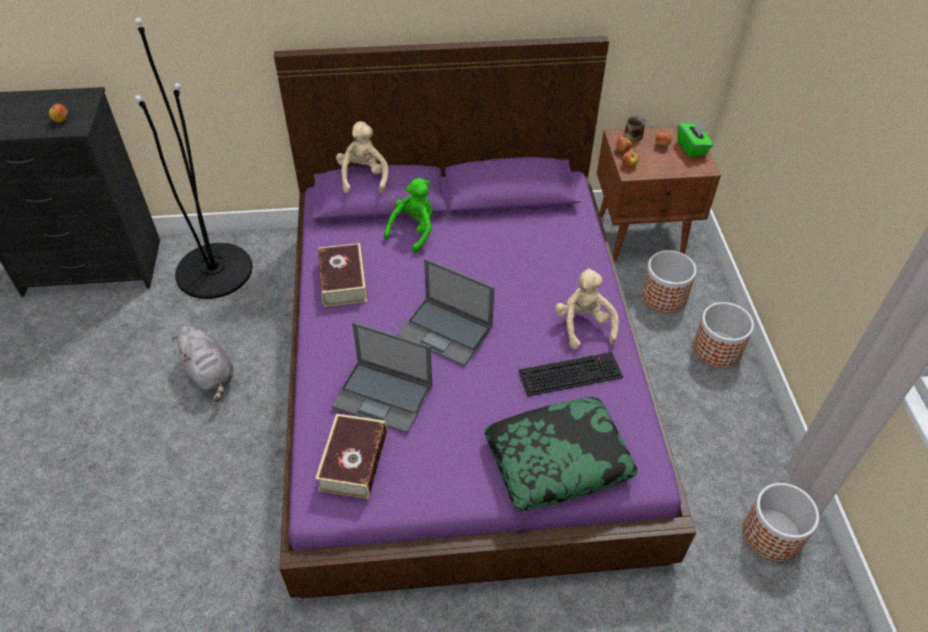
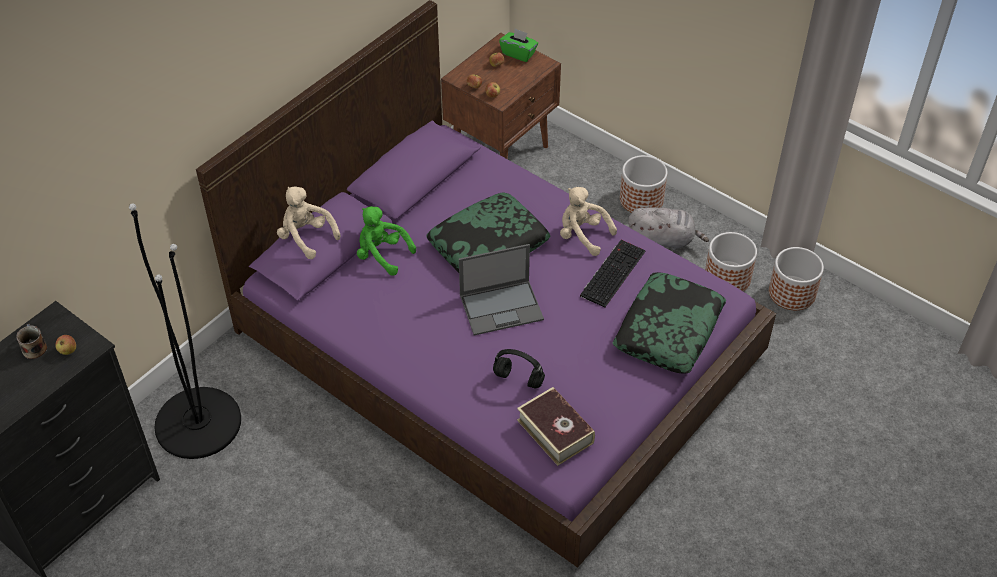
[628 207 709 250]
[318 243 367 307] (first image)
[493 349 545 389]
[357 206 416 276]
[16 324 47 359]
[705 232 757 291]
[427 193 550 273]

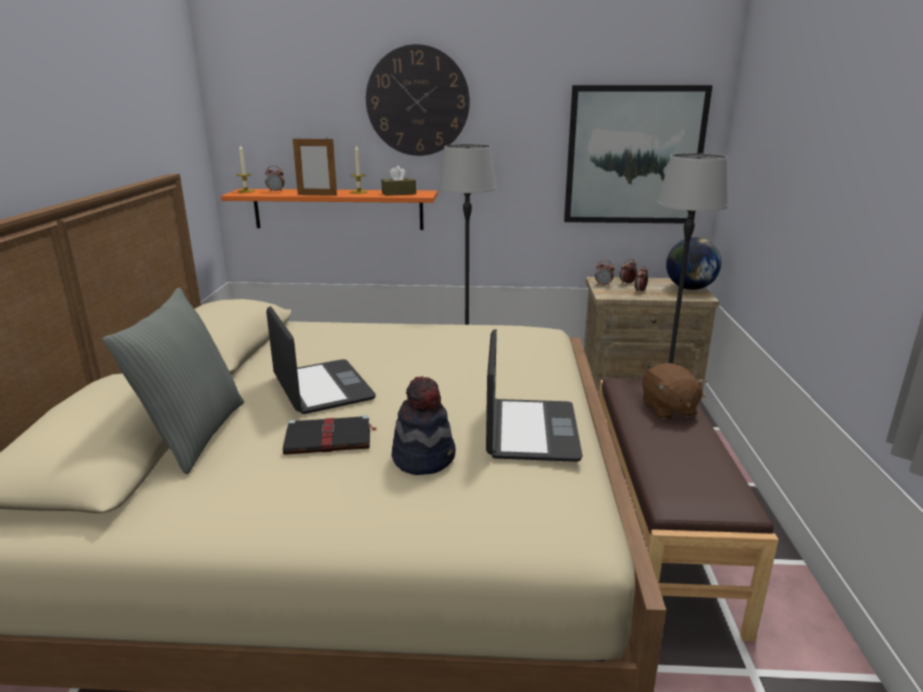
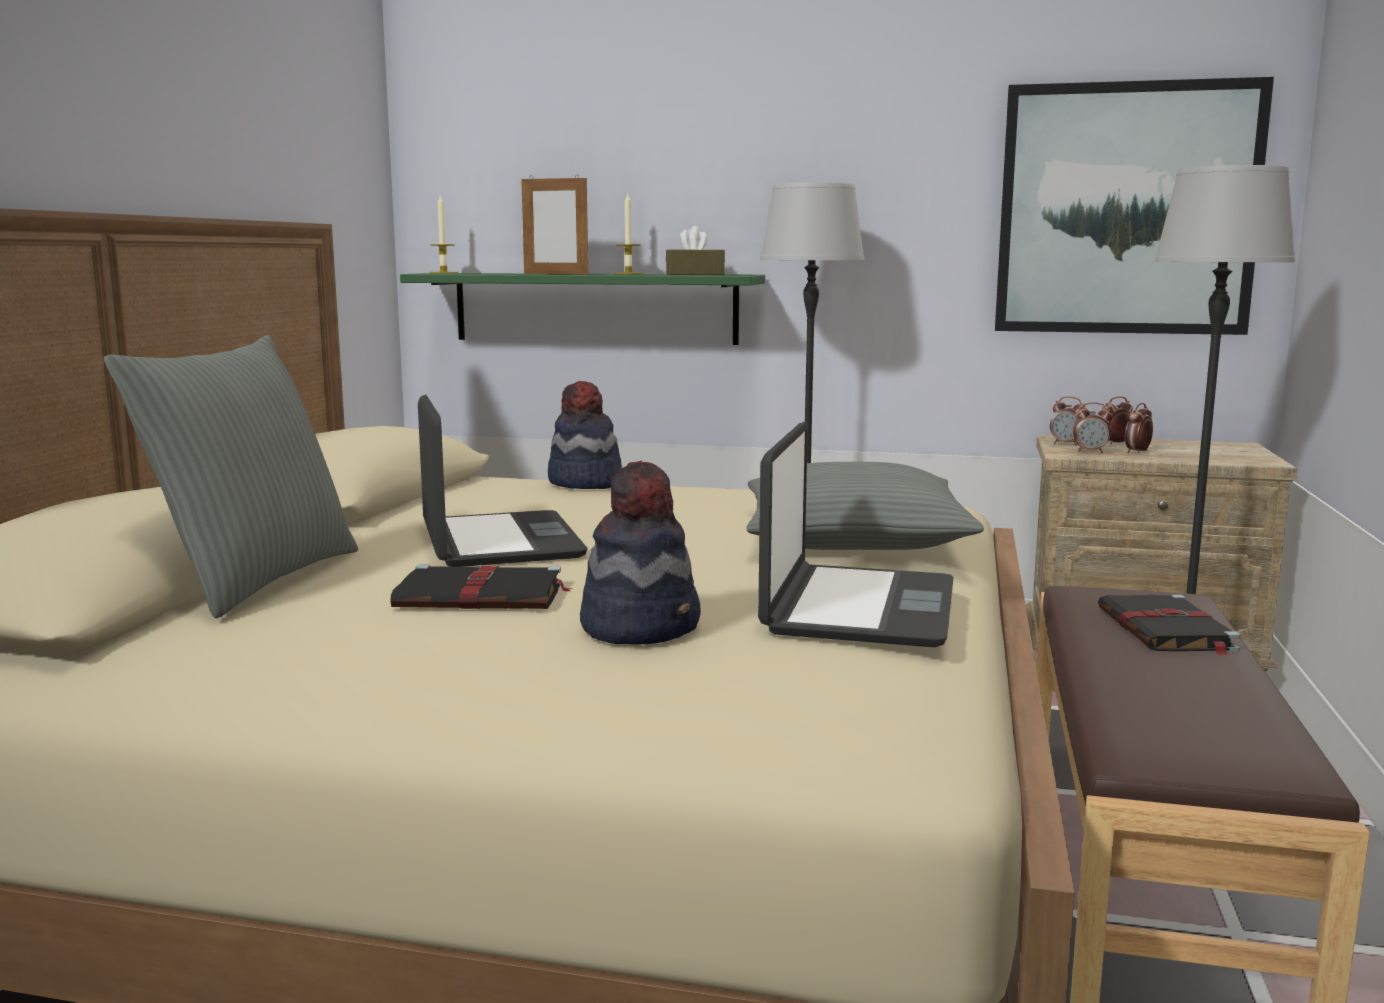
[400 273 765 345]
[1073 402 1112 453]
[366 44 470 156] (first image)
[1098 594 1240 656]
[666 237 722 290] (first image)
[548 381 622 489]
[747 462 984 550]

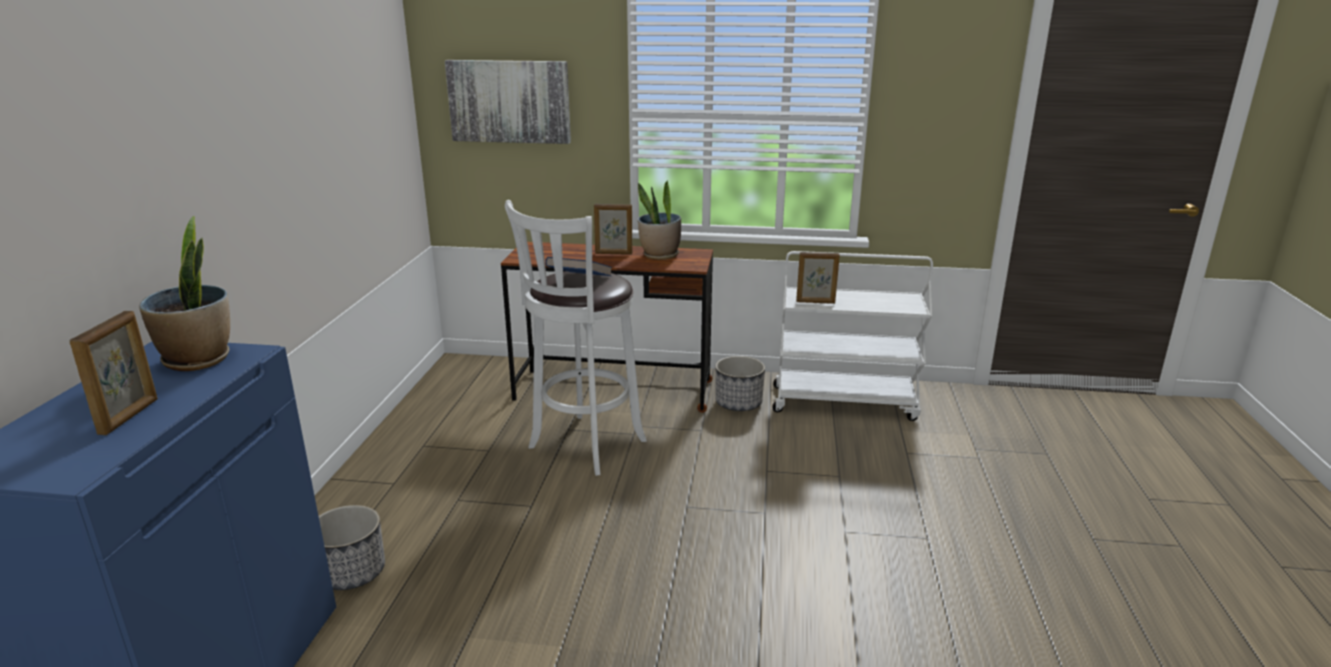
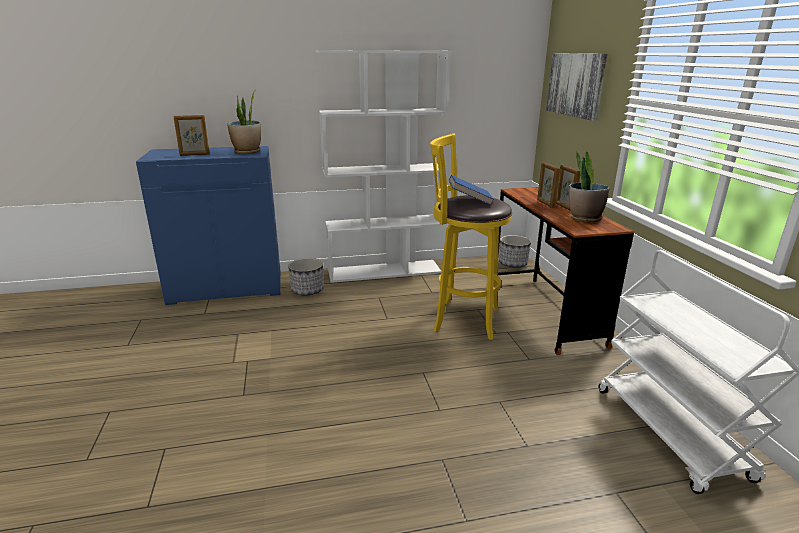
[430 133 512 340]
[499 235 531 267]
[537 162 560 208]
[316 50 451 283]

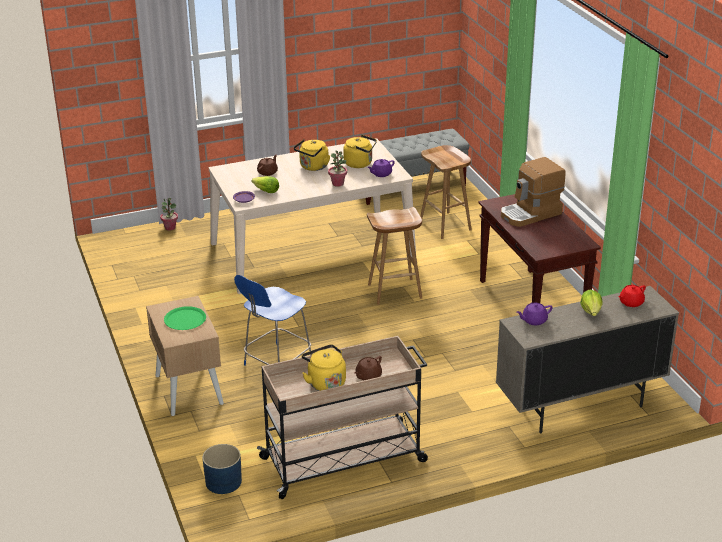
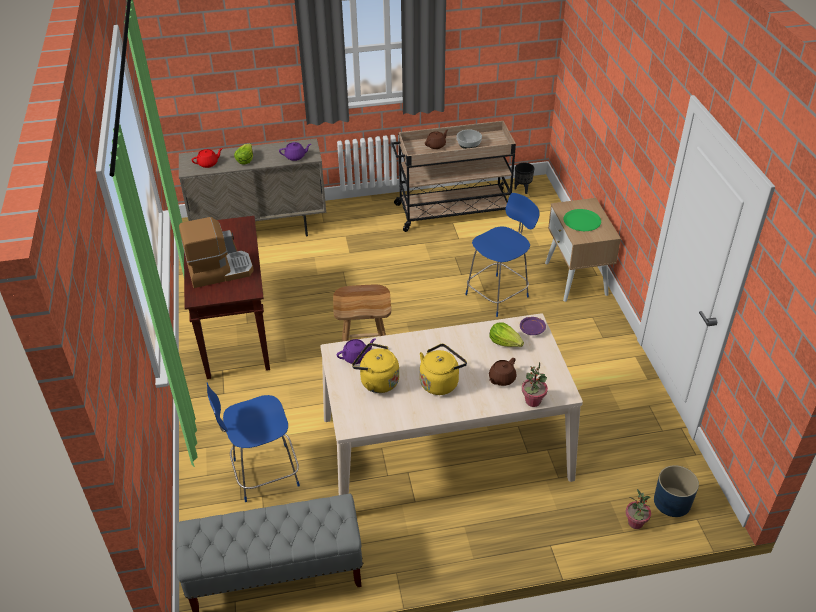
[654 465 699 517]
[457 130 482 149]
[522 362 548 407]
[207 383 300 502]
[514 163 534 194]

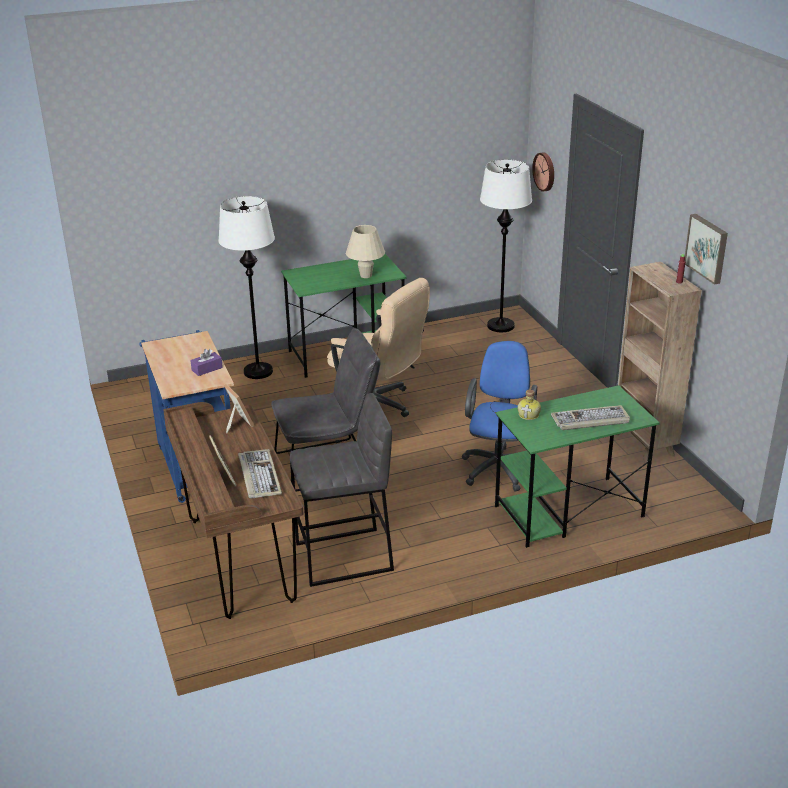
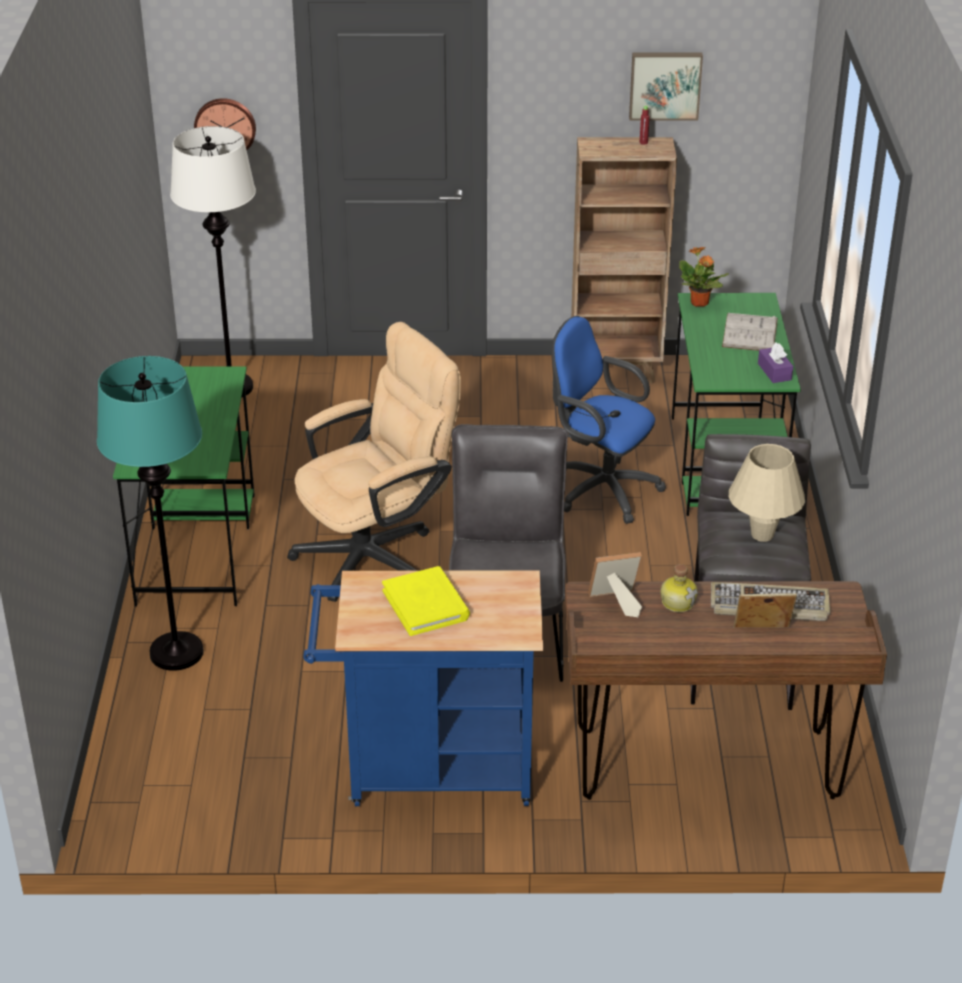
[758 342 793 383]
[97 356 204 671]
[729 444 805 542]
[660 564 698 612]
[722 313 778 351]
[382 566 470 636]
[679 247 729 307]

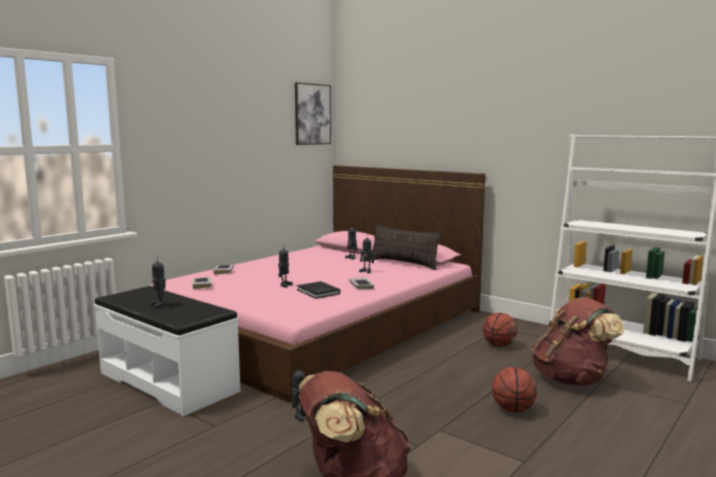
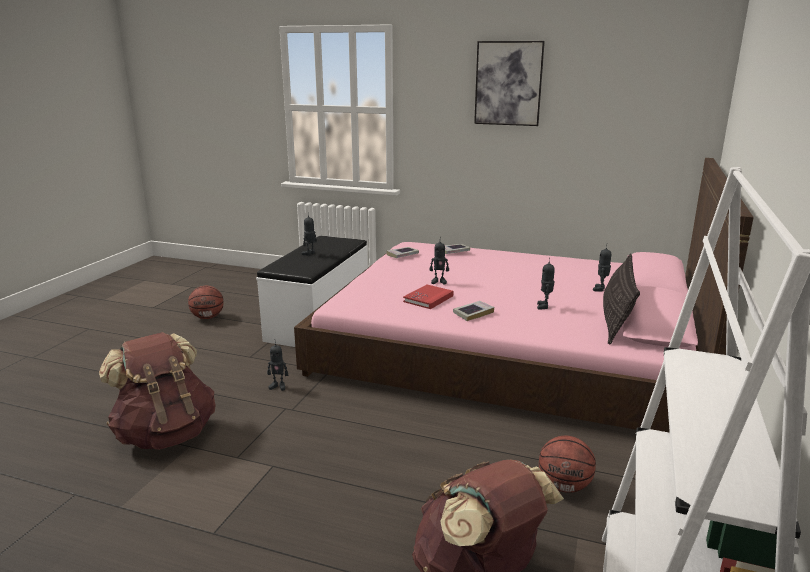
[474 41 545 126]
[403 284 453 309]
[188 286 224 319]

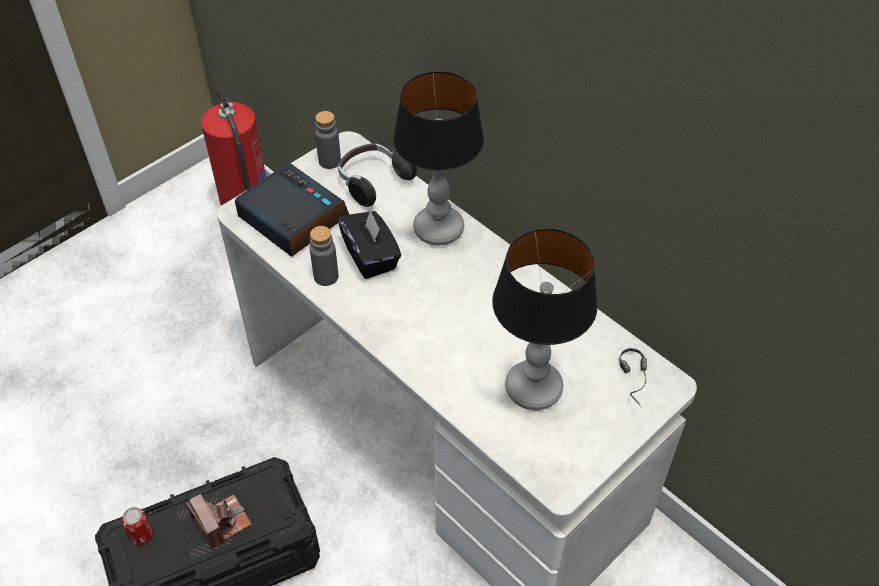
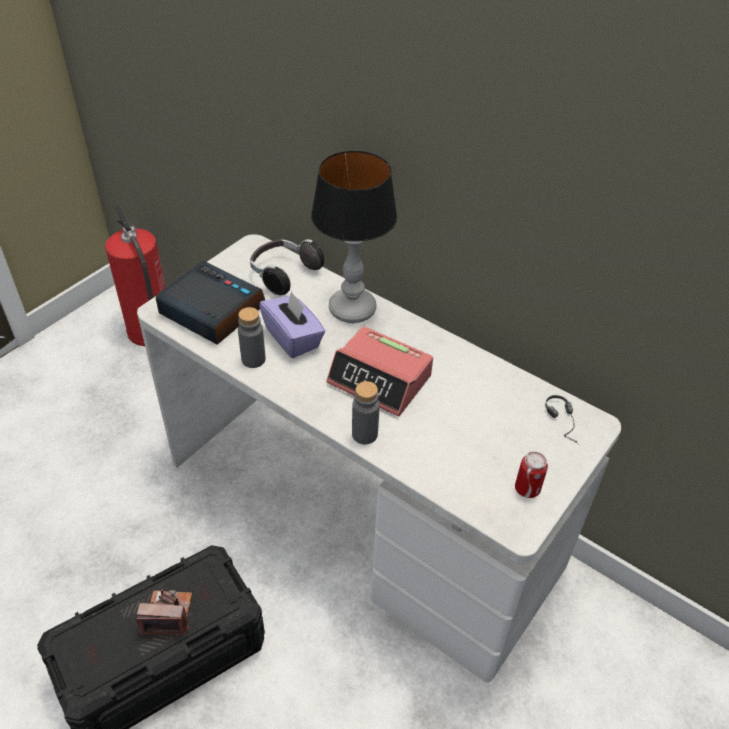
[515 452 548 498]
[136 589 192 635]
[352 381 380 444]
[259 291 325 358]
[492 229 598 410] (first image)
[326 326 433 416]

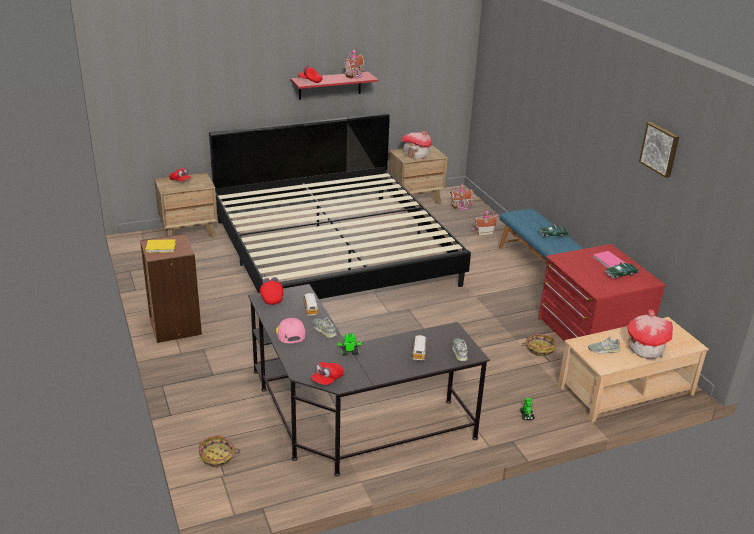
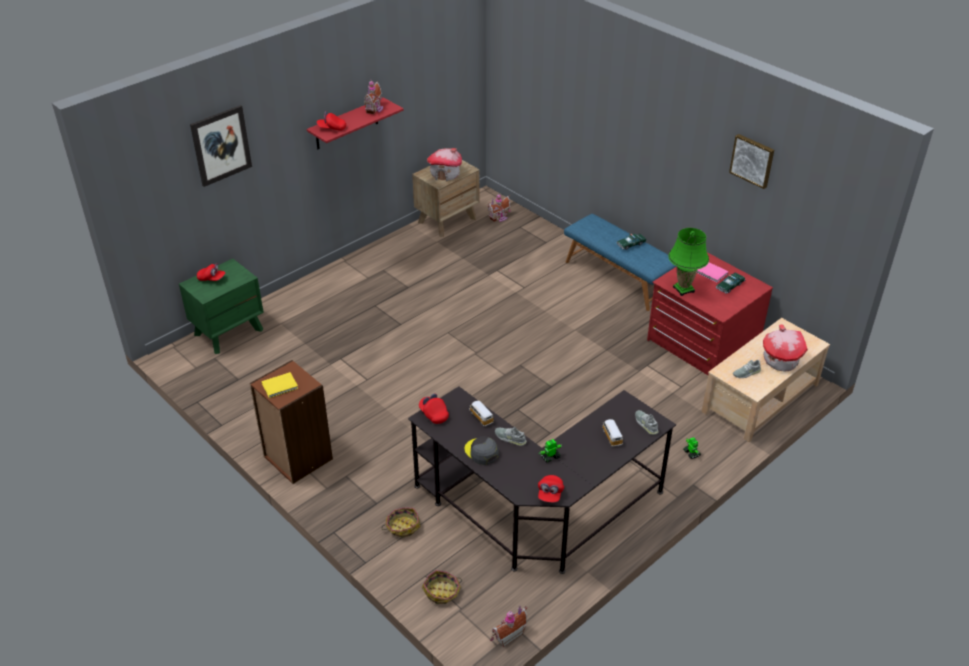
[179 258 264 354]
[209 113 471 299] (first image)
[465 436 499 465]
[490 605 527 647]
[382 507 421 538]
[190 105 252 187]
[668 228 709 296]

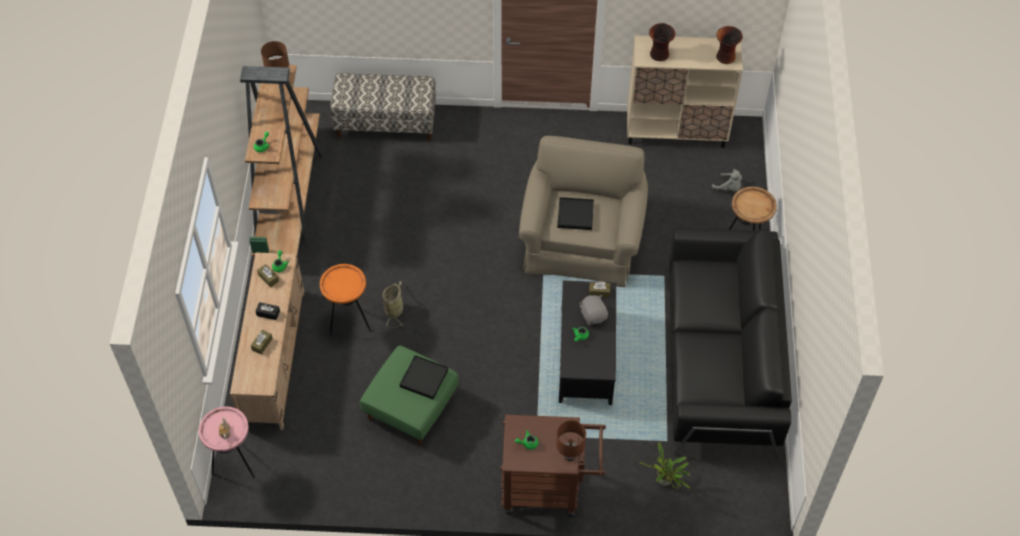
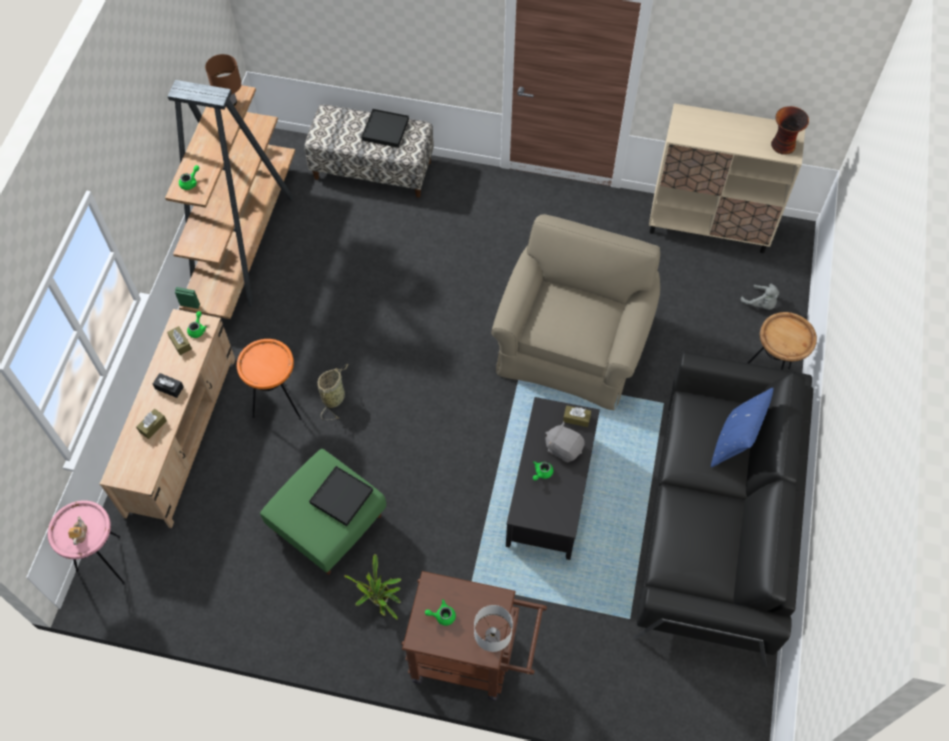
[474 605 513 652]
[361 109 409 148]
[545 422 585 462]
[344 554 401 620]
[649 23 676 61] (first image)
[711 388 774 468]

